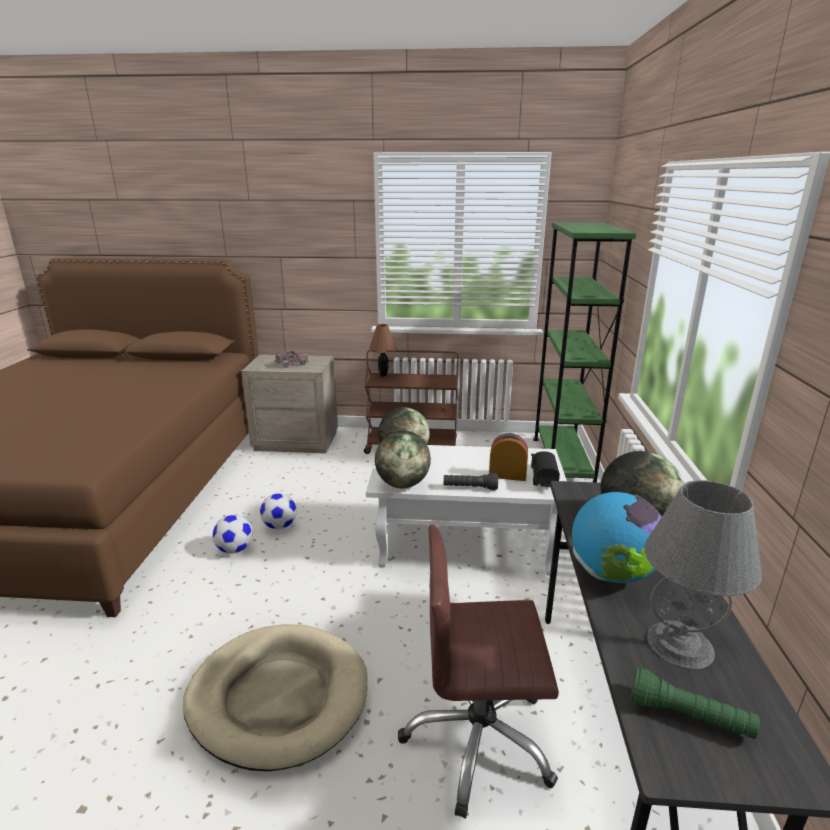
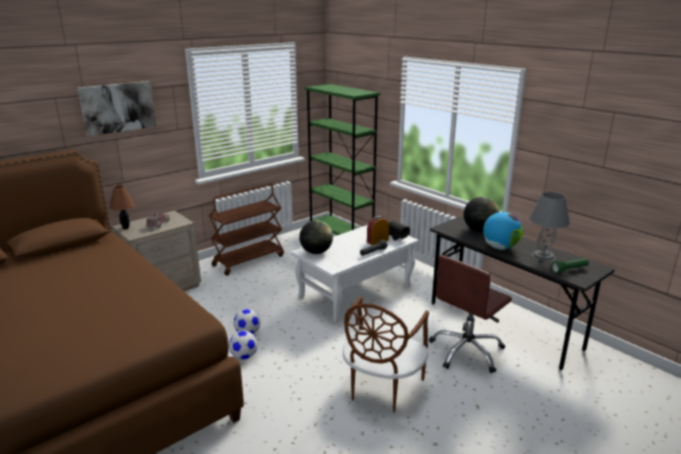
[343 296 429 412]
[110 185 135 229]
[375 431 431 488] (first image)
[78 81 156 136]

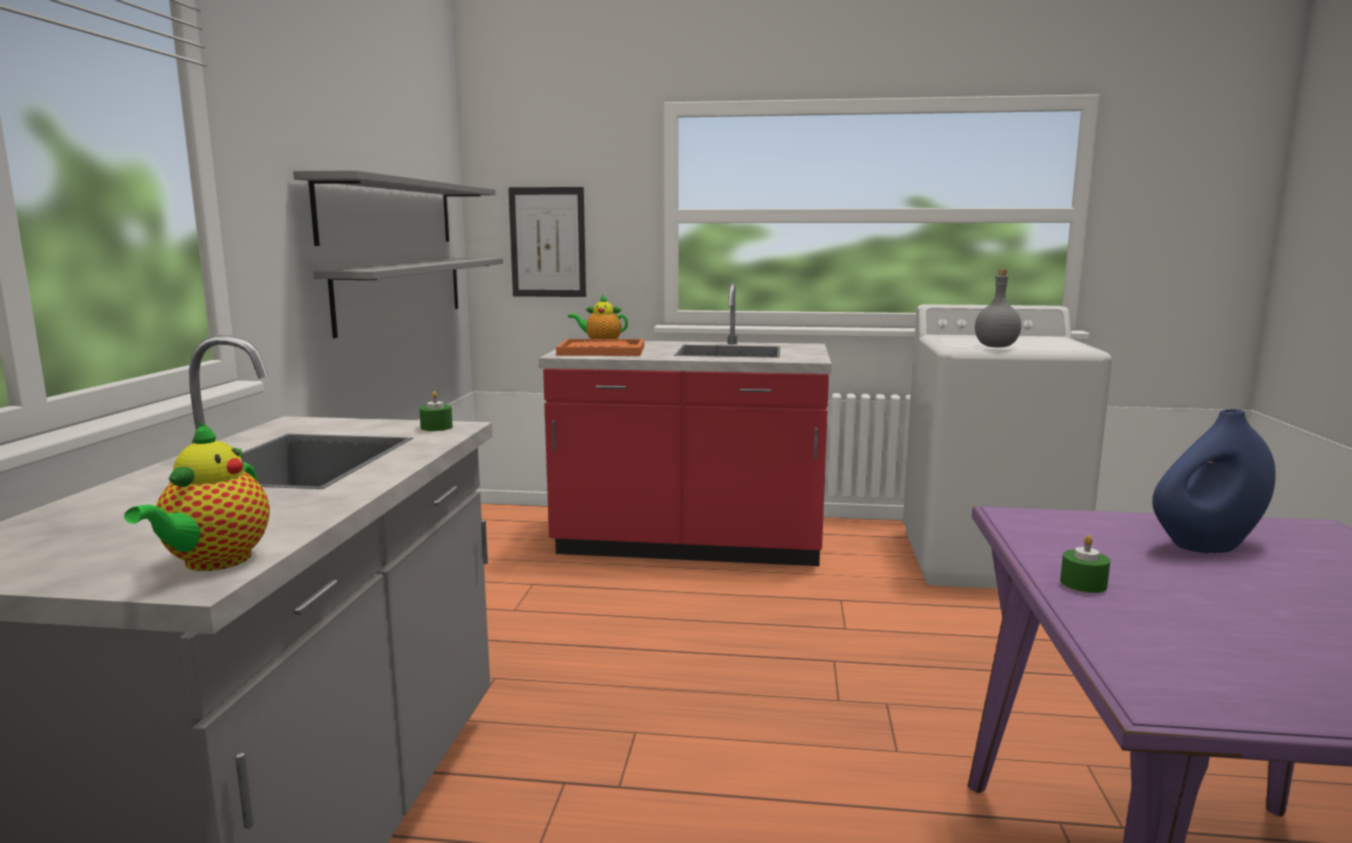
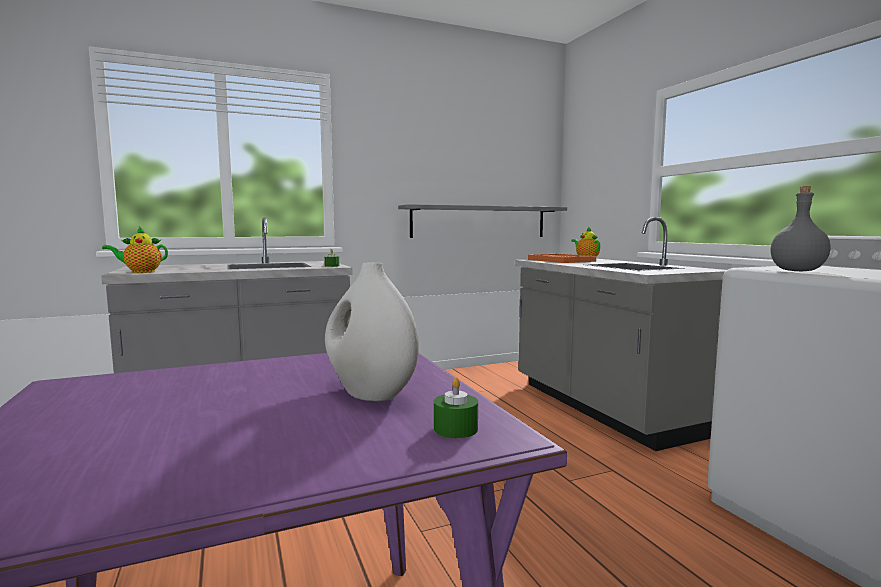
[293 170 496 246] (first image)
[508 187 586 297] (first image)
[515 217 726 451]
[434 377 478 438]
[325 262 419 401]

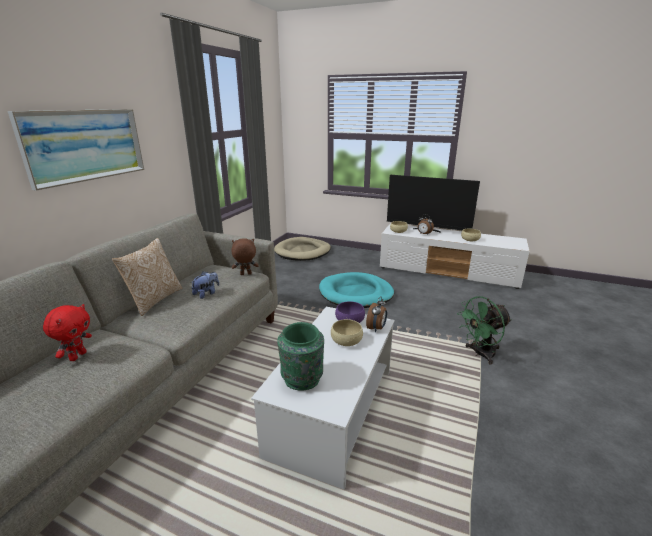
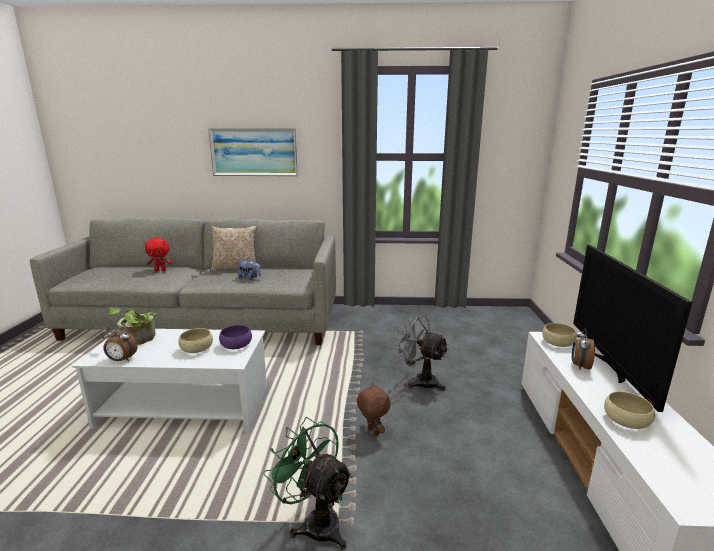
[356 383 391 436]
[274 237 331 261] (first image)
[108 307 158 345]
[394 313 449 391]
[102 325 138 361]

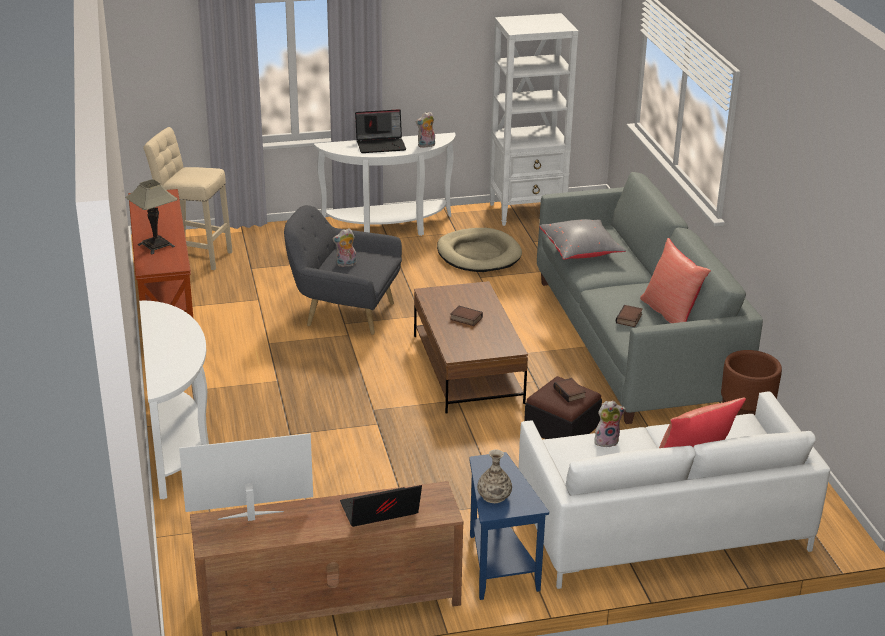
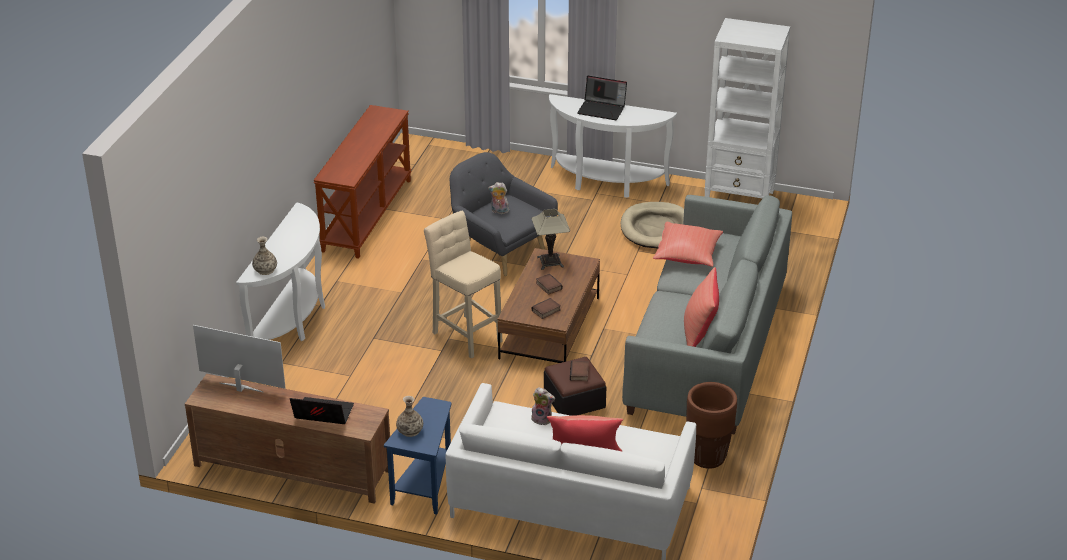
[531 209 570 270]
[424 211 502 359]
[416 111 435 148] (first image)
[653 222 723 267]
[532 298 561 319]
[252 237 277 275]

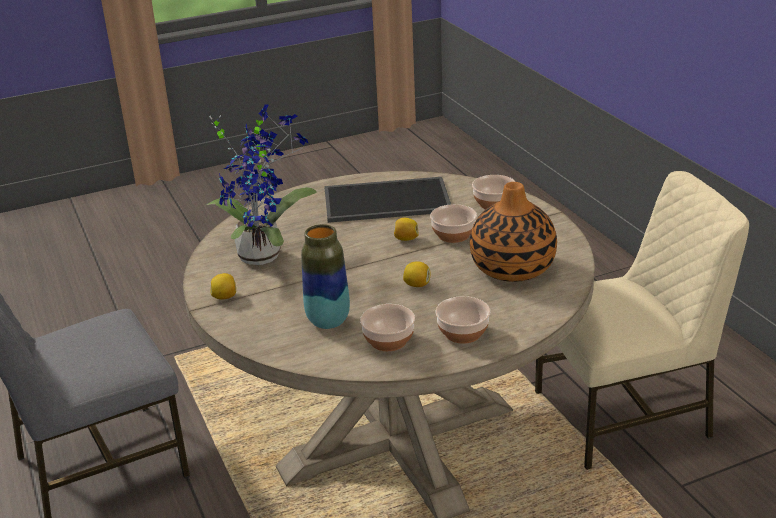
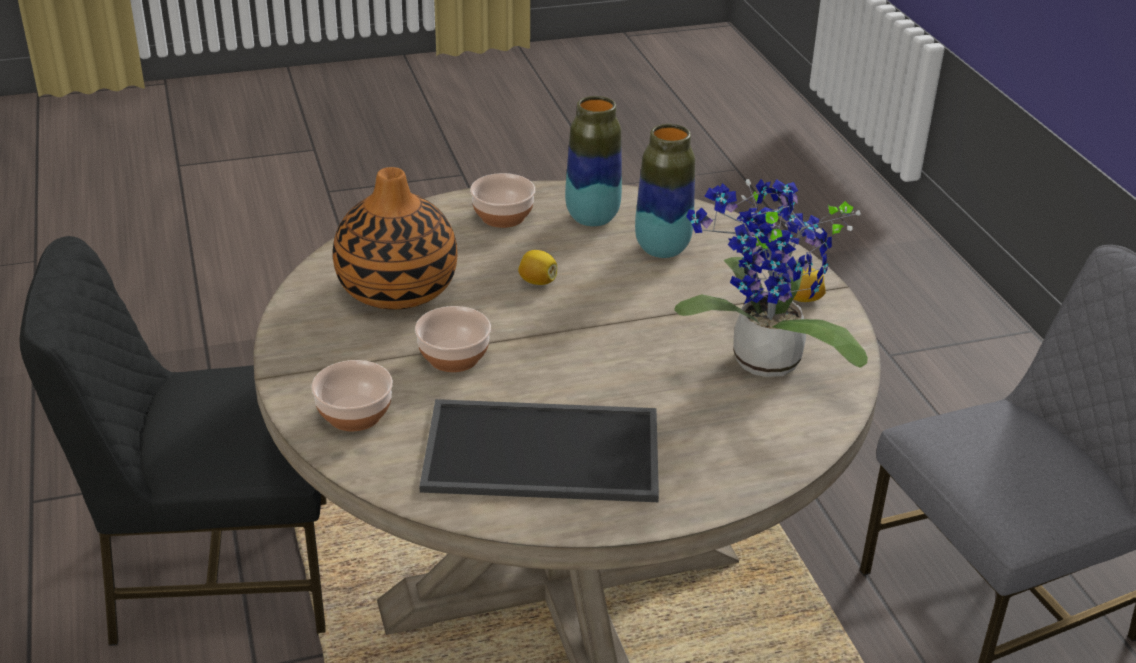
[565 96 622 227]
[394 218 418 241] (first image)
[20 236 326 646]

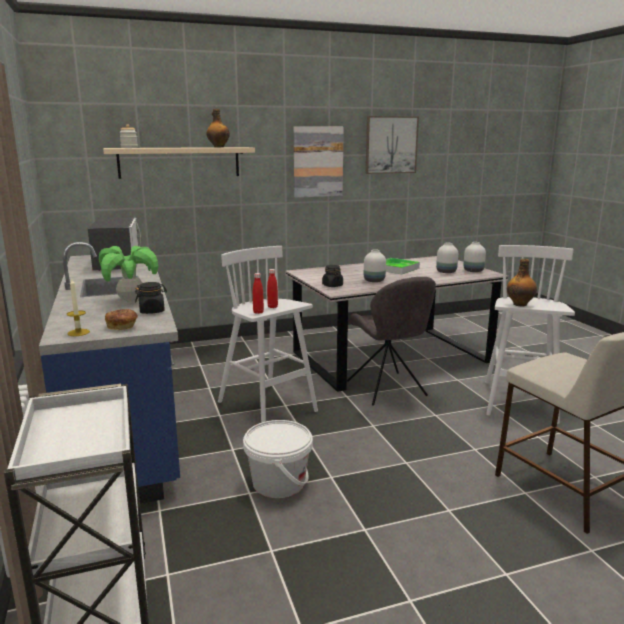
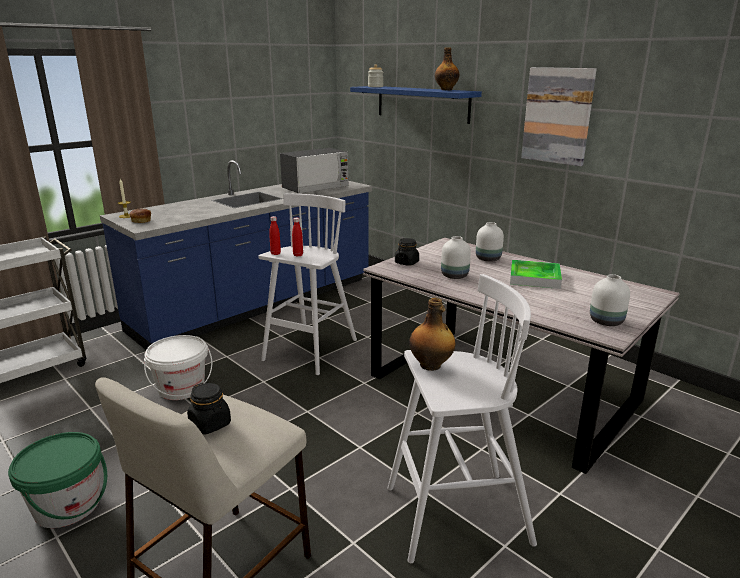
[99 246 158 302] (first image)
[350 86 482 124]
[187 383 231 435]
[347 277 436 406] (first image)
[365 116 419 174] (first image)
[476 222 504 262]
[8 432 107 528]

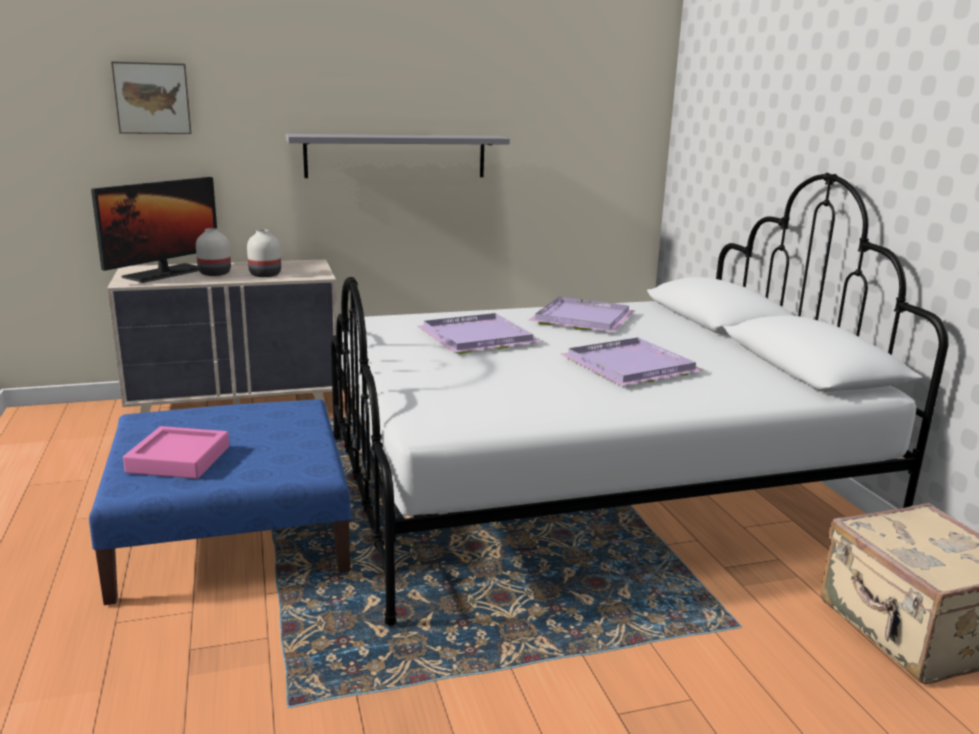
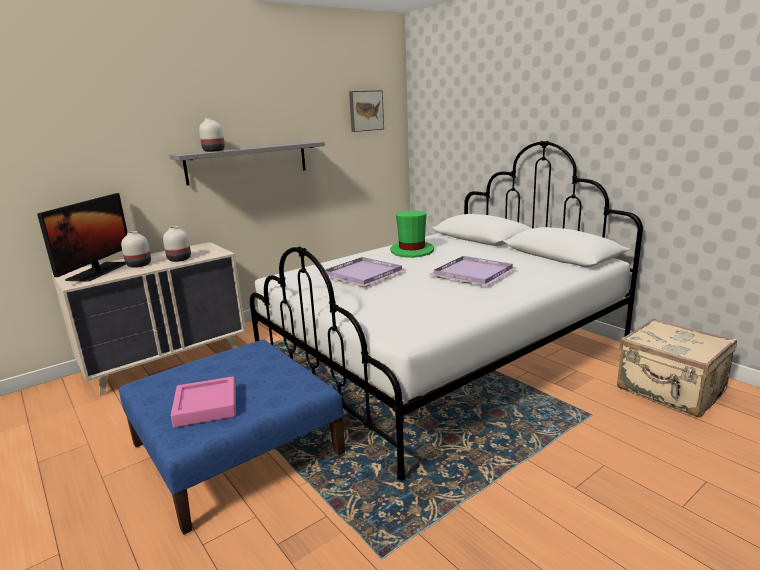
[349 90 384 132]
[390 211 434 258]
[199 118 225 152]

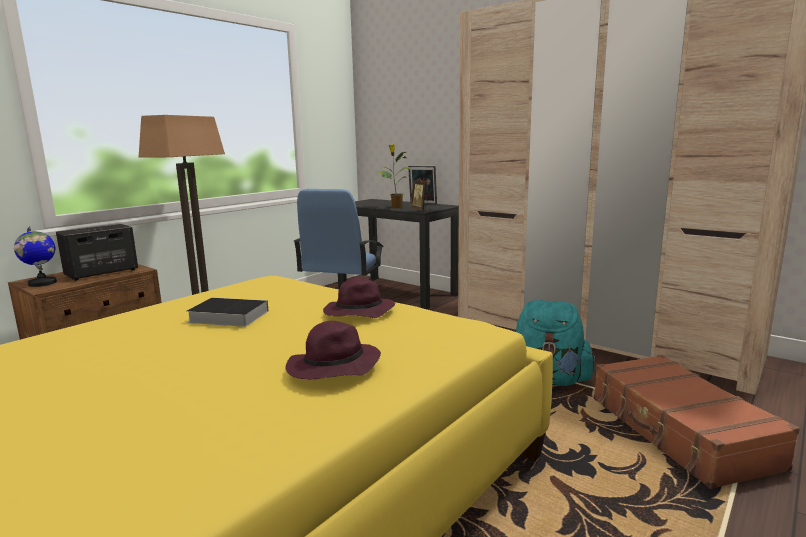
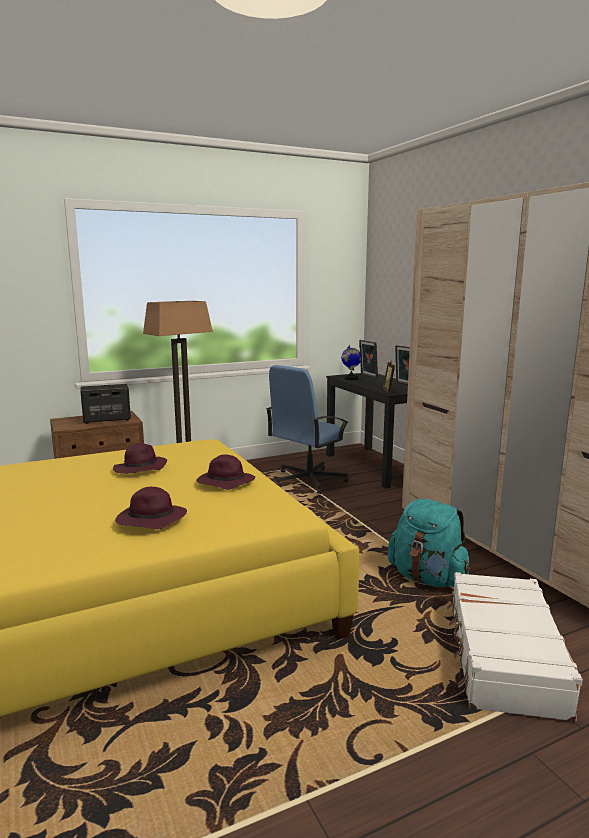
[341 345 361 380]
[113 443 167 474]
[379 144 410 208] (first image)
[447 572 583 722]
[359 340 378 378]

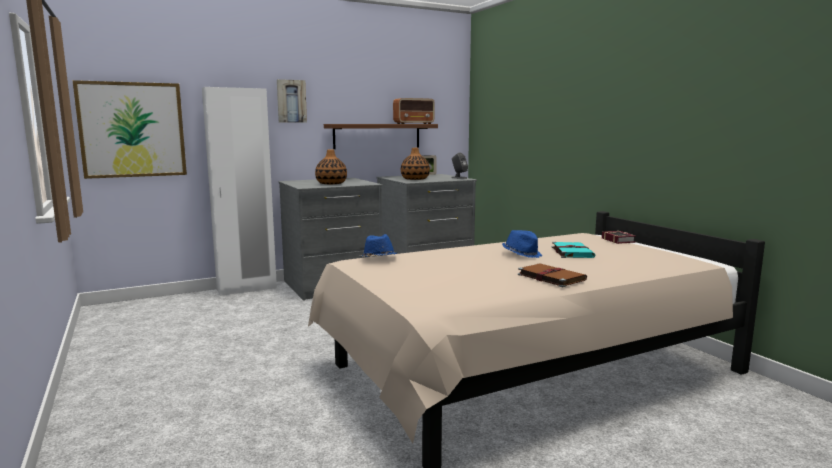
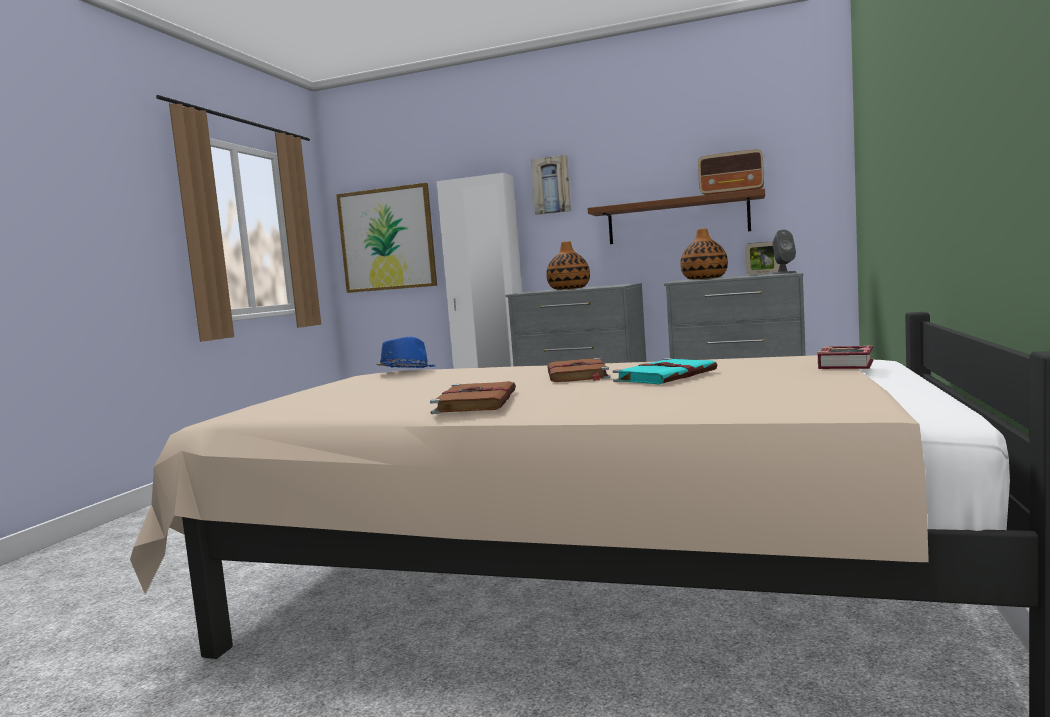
[547 358 610 382]

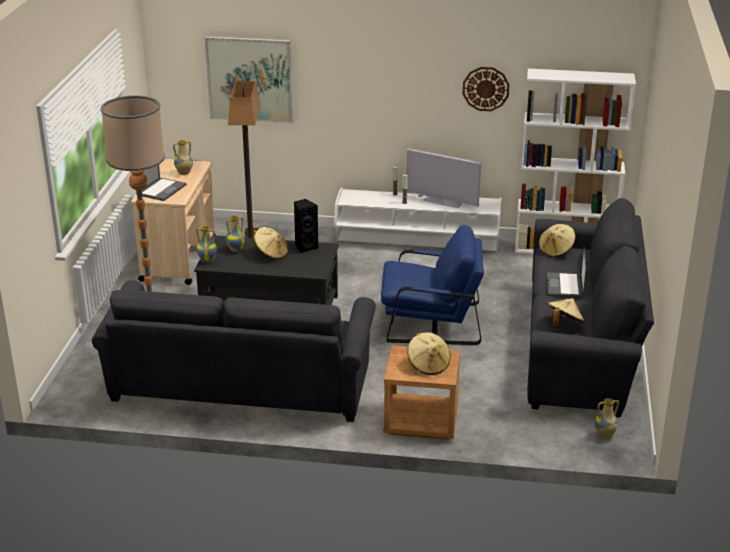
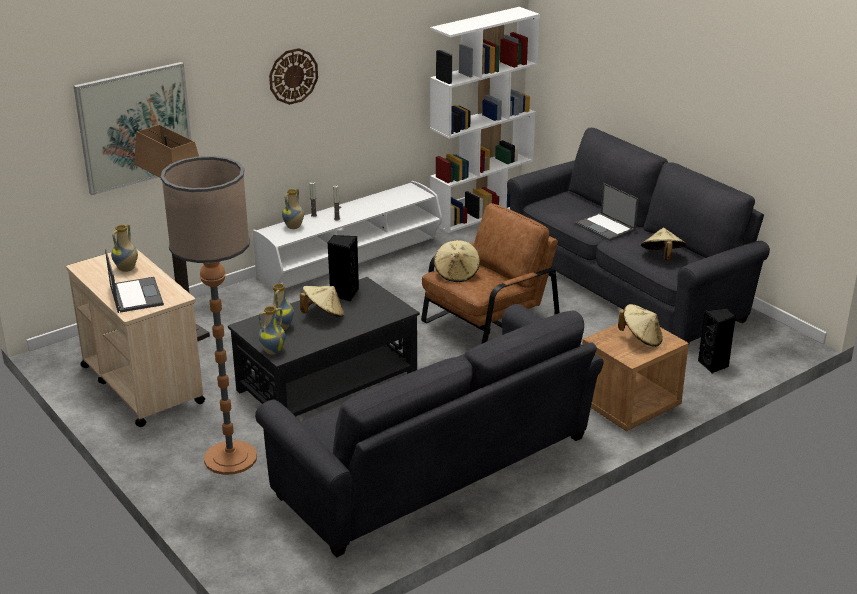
[421 203 560 344]
[407 148 481 208] (first image)
[269 48 318 105]
[434 240 480 282]
[282 188 304 229]
[698 308 736 373]

